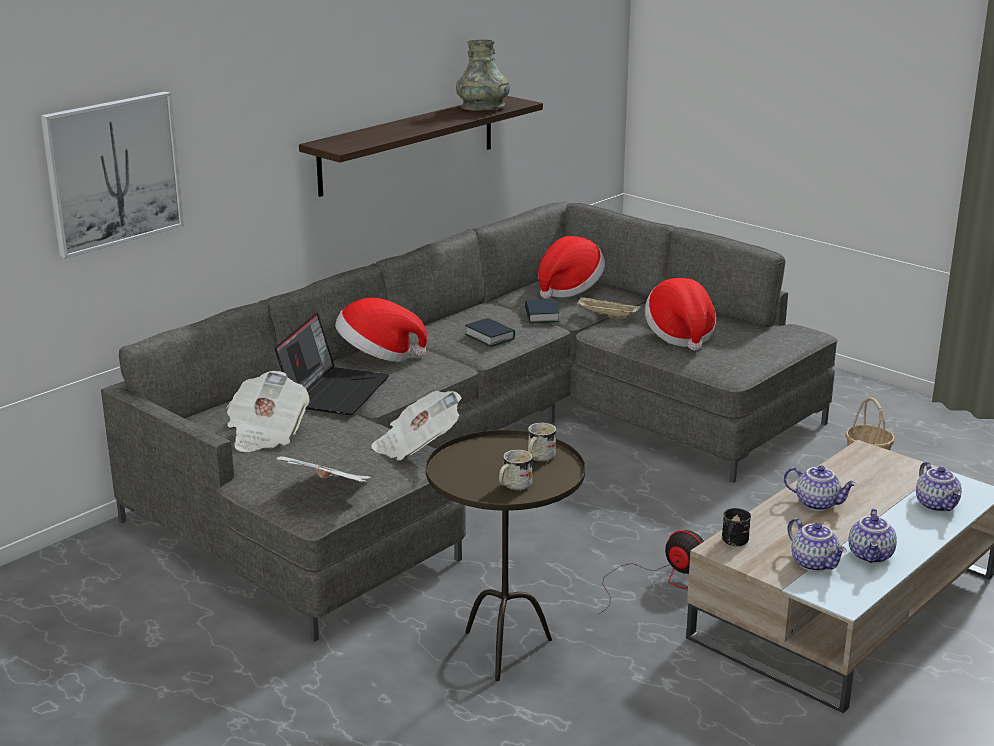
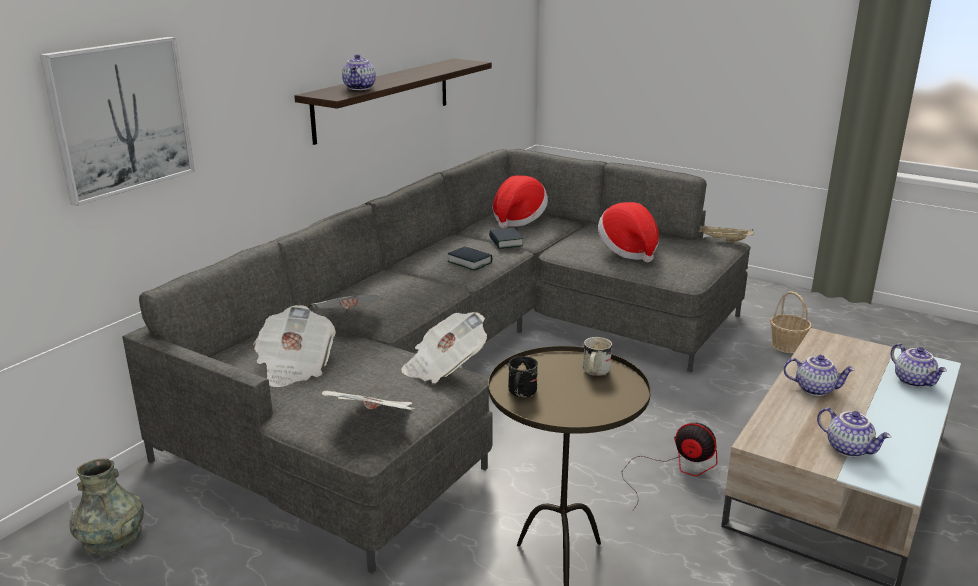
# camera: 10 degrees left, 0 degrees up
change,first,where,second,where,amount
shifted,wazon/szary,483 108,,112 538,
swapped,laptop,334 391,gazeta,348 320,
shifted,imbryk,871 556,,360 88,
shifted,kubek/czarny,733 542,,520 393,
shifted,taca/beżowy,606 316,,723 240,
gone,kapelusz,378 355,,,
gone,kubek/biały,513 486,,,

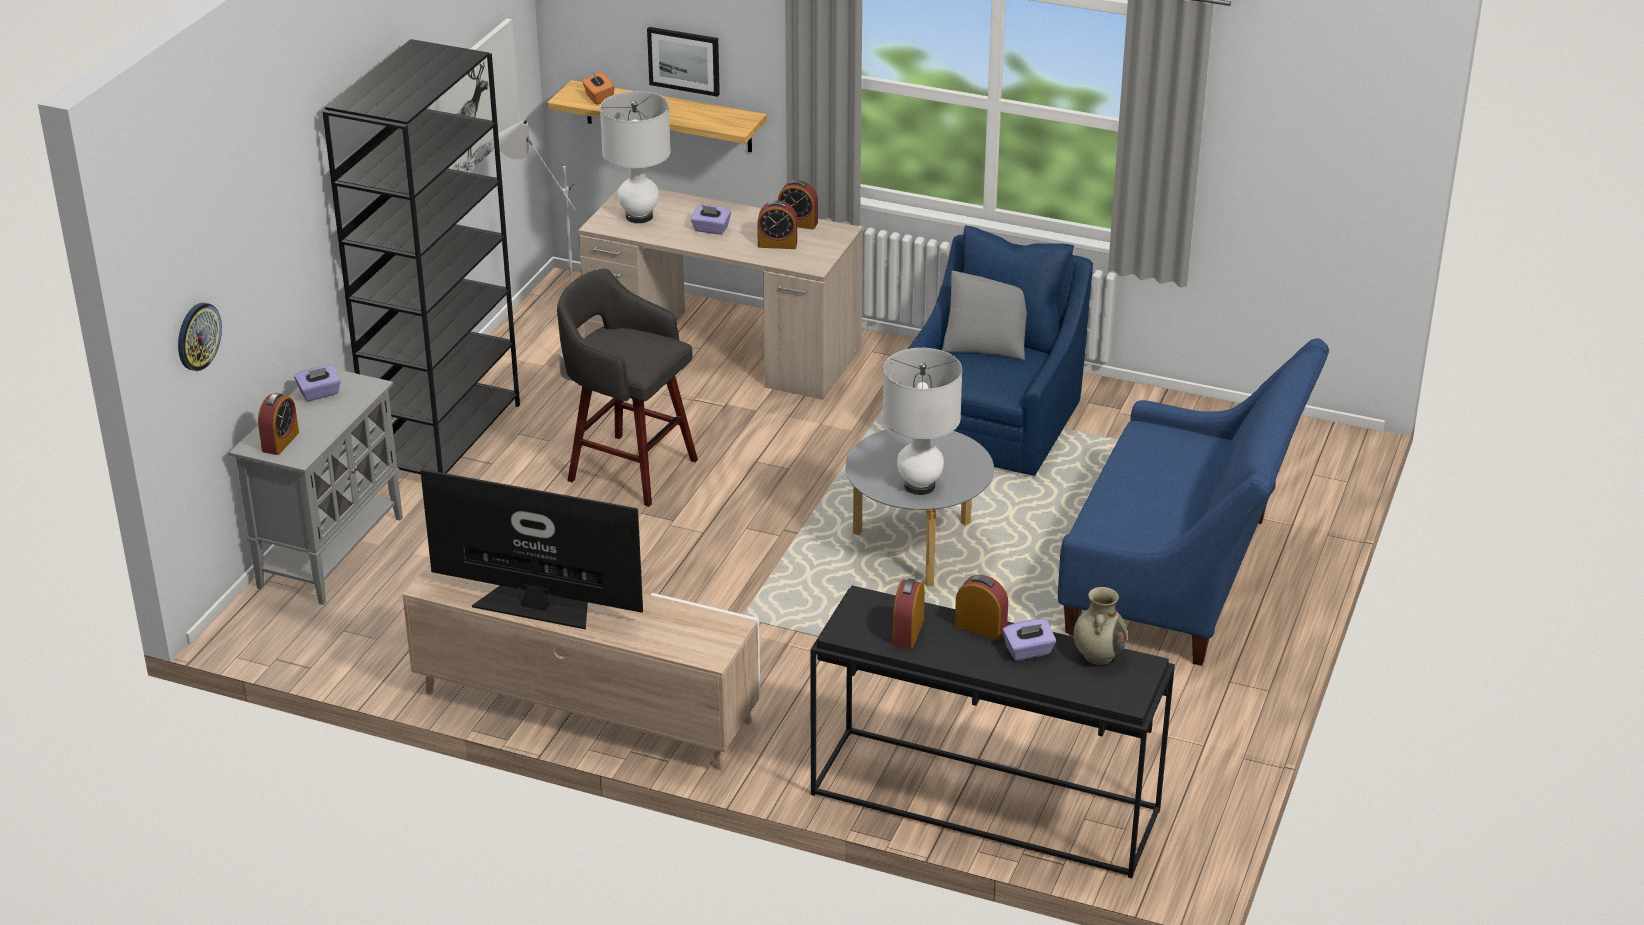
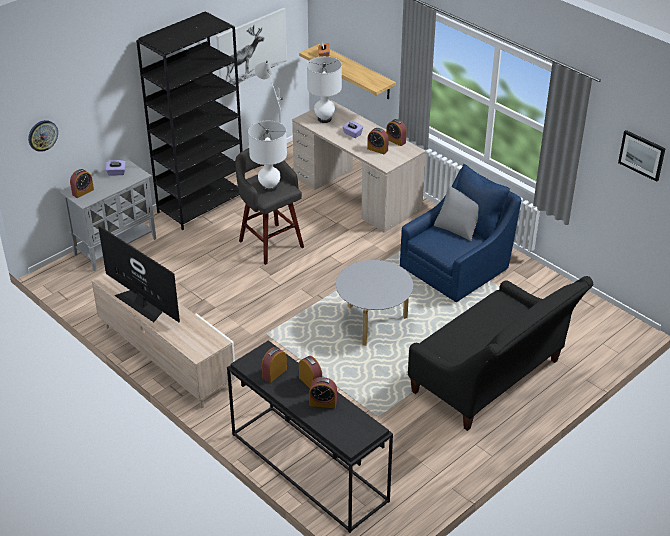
# camera: 25 degrees right, 5 degrees up
change,first,where,second,where,amount
shifted,lampa stołowa/biały,919 486,,269 187,
swapped,pudełko chusteczek/fioletowy,1028 651,budzik,323 403,
repainted,kanapa/niebieski,1183 579,kanapa/czarny,492 380,
shifted,obraz,684 60,,642 155,
gone,wazon/beżowy,1098 655,,,

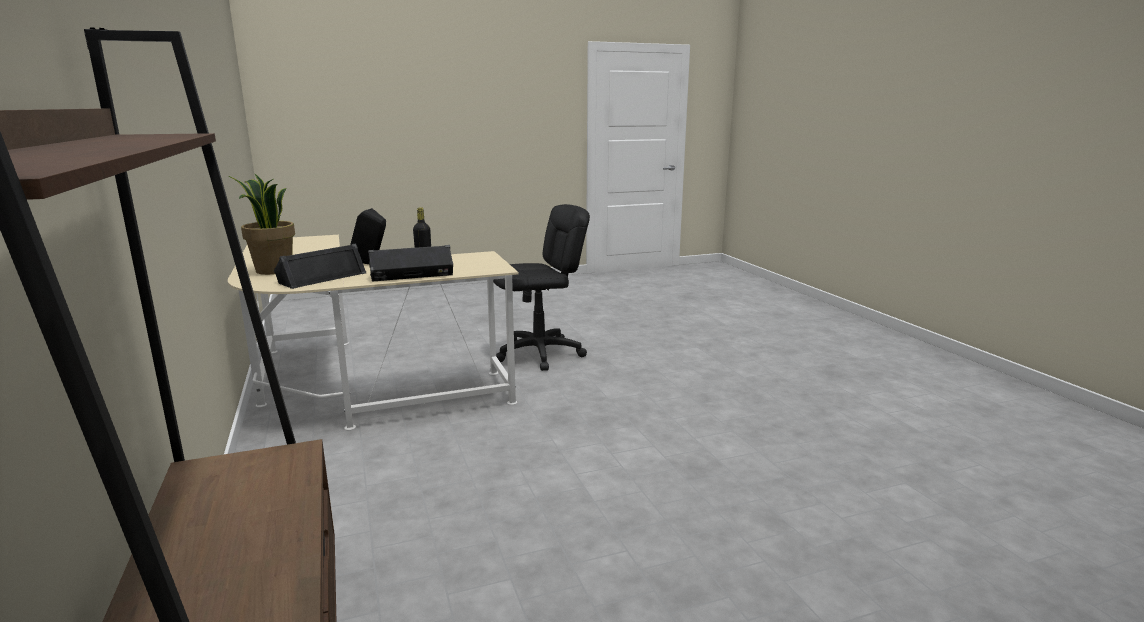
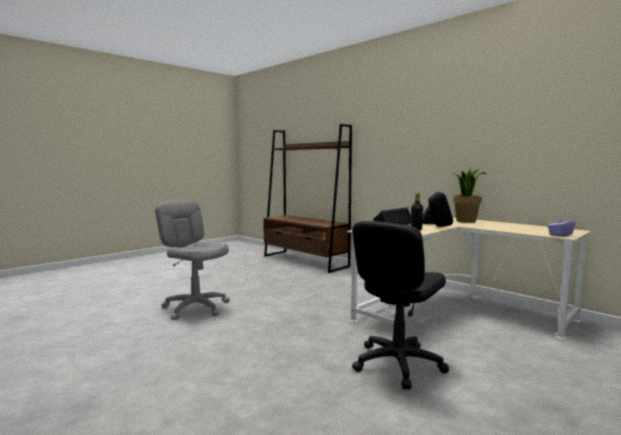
# camera: 155 degrees right, 10 degrees down
change,first,where,second,where,amount
new,,,krzesło biurowe/szary,196 308,
new,,,pudełko chusteczek/fioletowy,560 235,

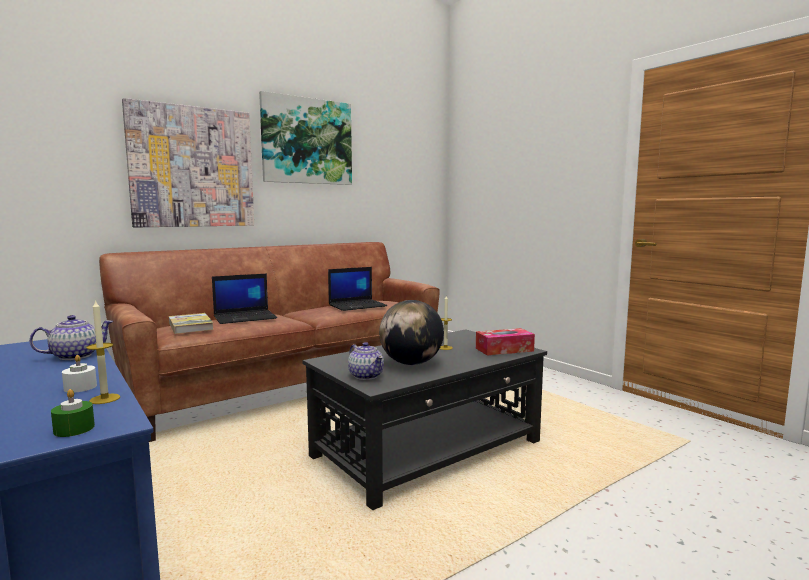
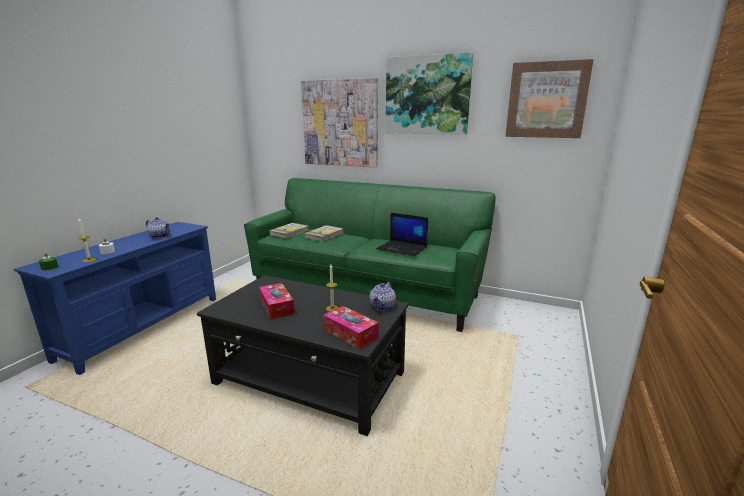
# camera: 60 degrees right, 10 degrees up
change,first,where,second,where,amount
repainted,kanapa/brązowy,289 387,kanapa/zielony,366 292,
swapped,globus,411 363,pudełko chusteczek,276 307,
swapped,laptop,245 317,książka,324 235,
shifted,imbryk,366 376,,382 306,
new,,,obraz,546 100,

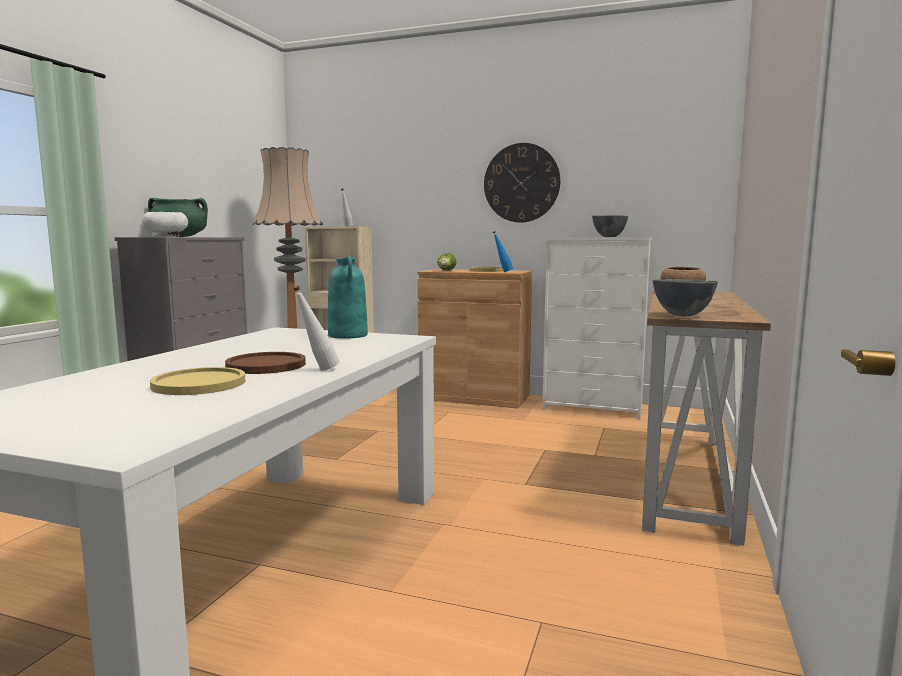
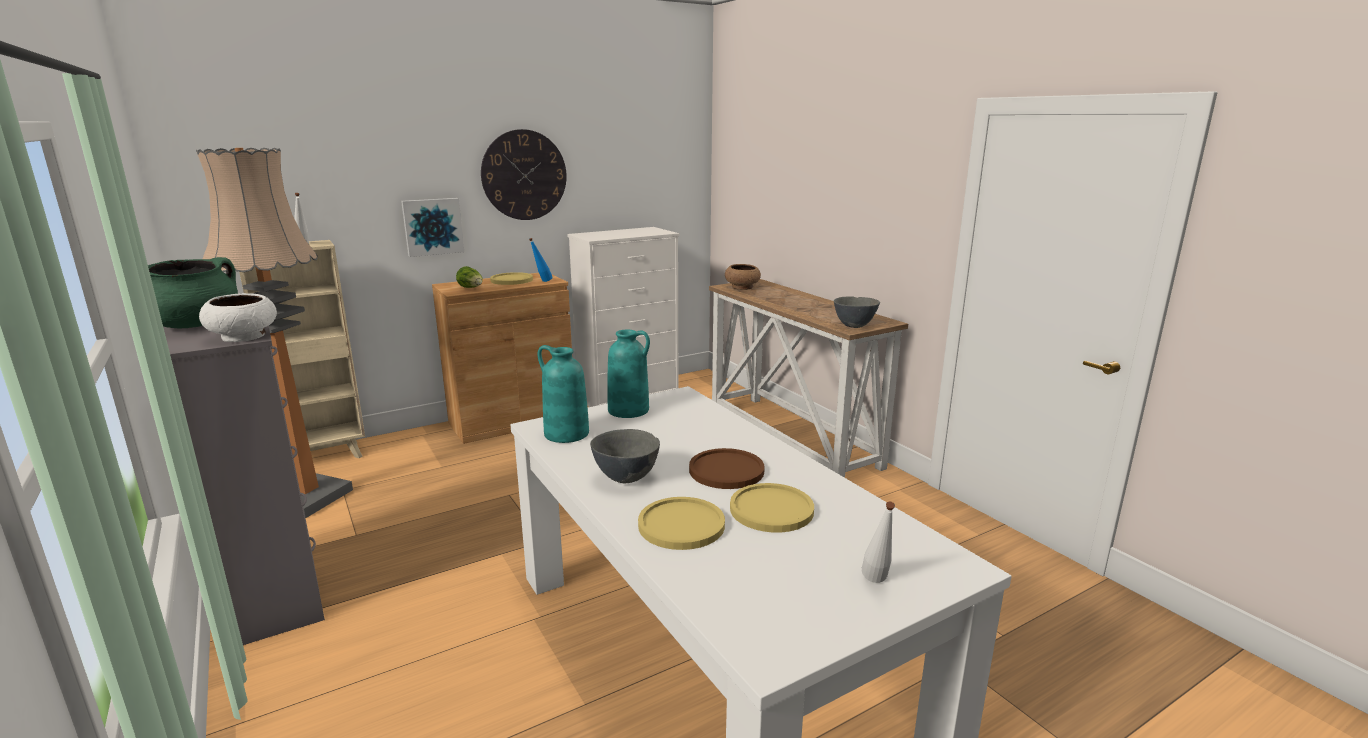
# camera: 50 degrees left, 10 degrees up
change,first,where,second,where,amount
new,,,obraz,432 226,
new,,,wazon/turkusowy,565 434,
shifted,miska/szary,609 237,,627 478,
new,,,talerz/żółty,681 525,
shifted,butelka/biały,318 370,,876 585,

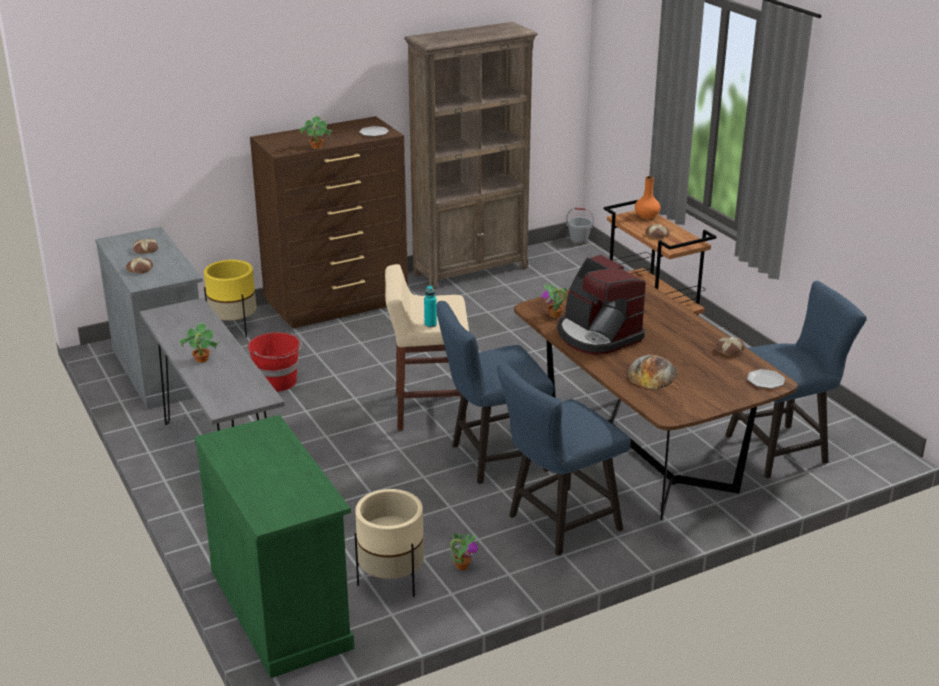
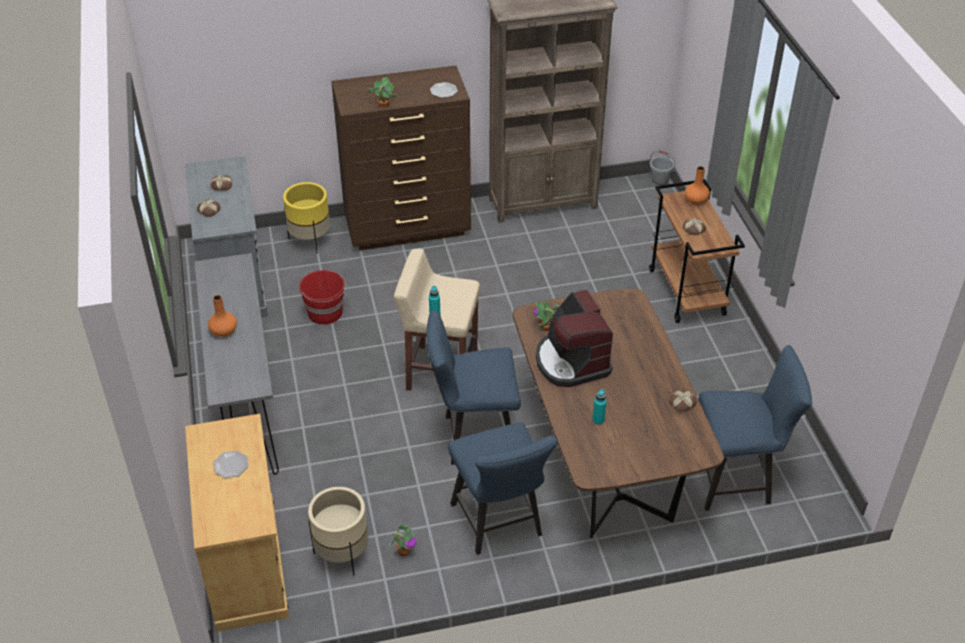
# camera: 15 degrees right, 15 degrees up
change,first,where,second,where,amount
repainted,szafka/zielony,280 608,szafka/beżowy,247 563,
swapped,roślina doniczkowa,201 360,wazon/pomarańczowy,223 331,
shifted,talerz,766 380,,231 465,
rotated,krzesło/niebieski,557 525,,500 524,90 degrees counterclockwise
swapped,chleb,652 374,butelka/turkusowy,598 420,

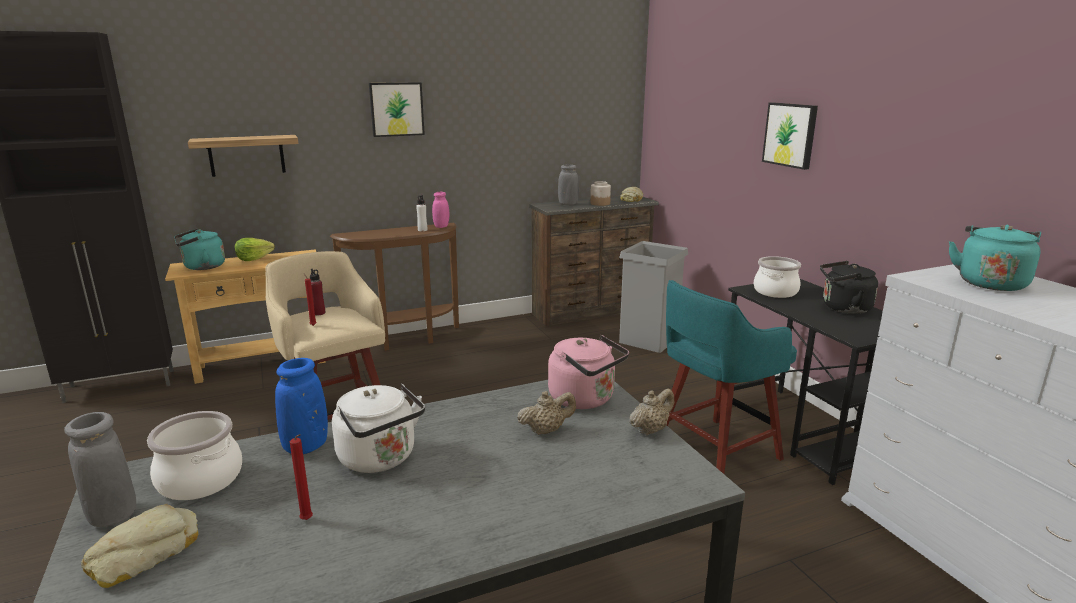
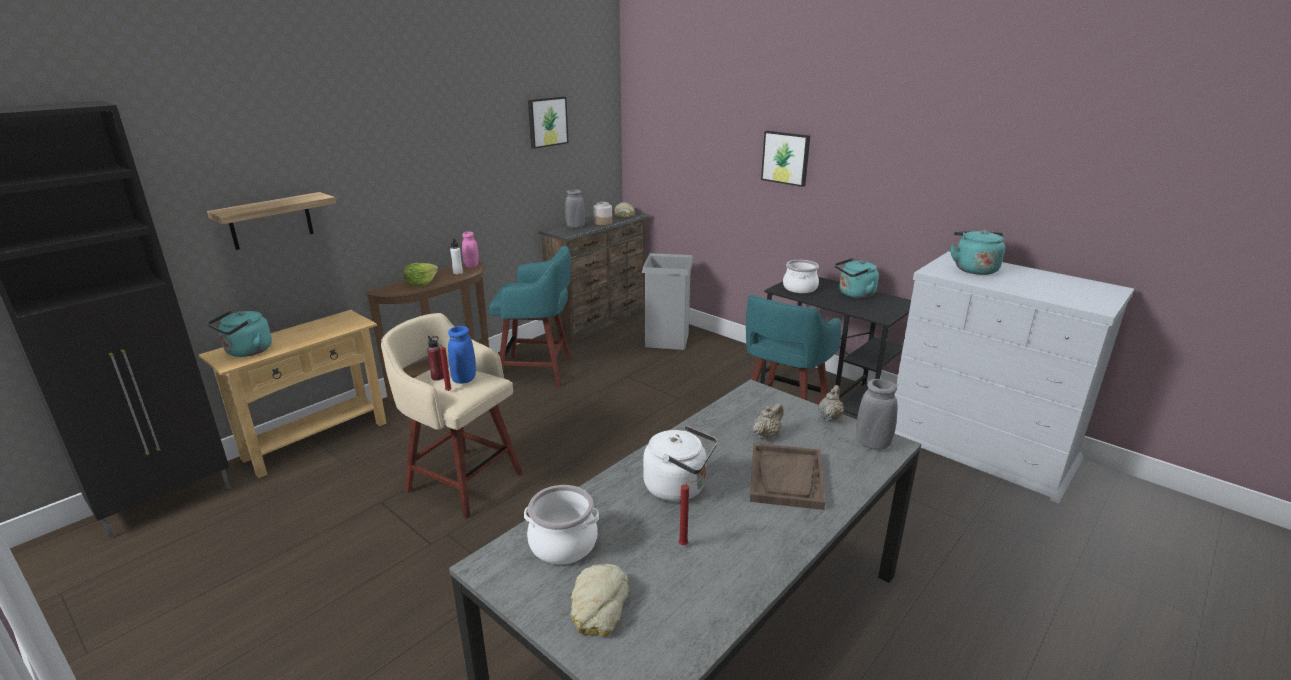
# camera: 25 degrees left, 5 degrees up
change,first,where,second,where,amount
shifted,sałata,254 259,,421 283,
shifted,wazon/niebieski,306 446,,464 379,
new,,,stołek/turkusowy,538 371,
shifted,obraz,396 109,,547 122,
new,,,taca/brązowy,786 478,
repainted,czajnik/czarny,843 308,czajnik/turkusowy,854 294,
shifted,wazon/szary,113 515,,872 444,
gone,czajnik/różowy,585 399,,,

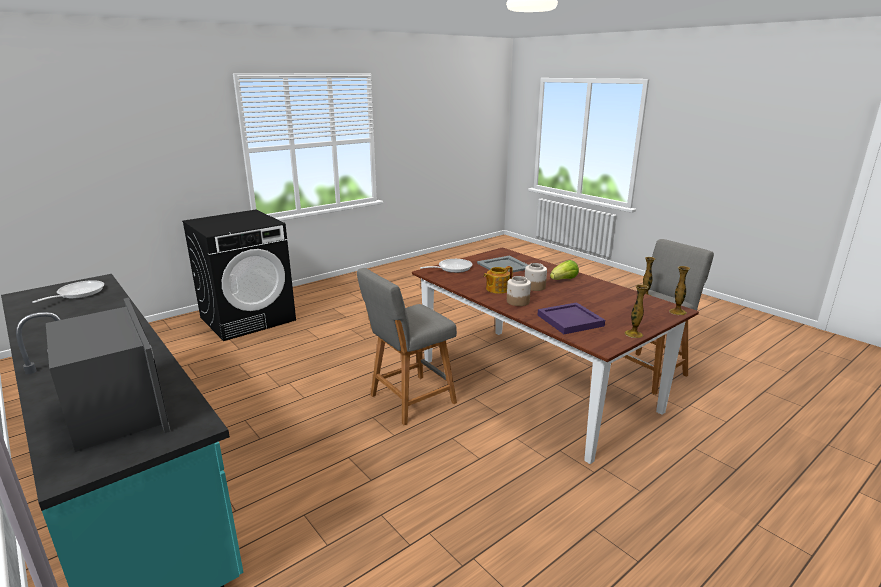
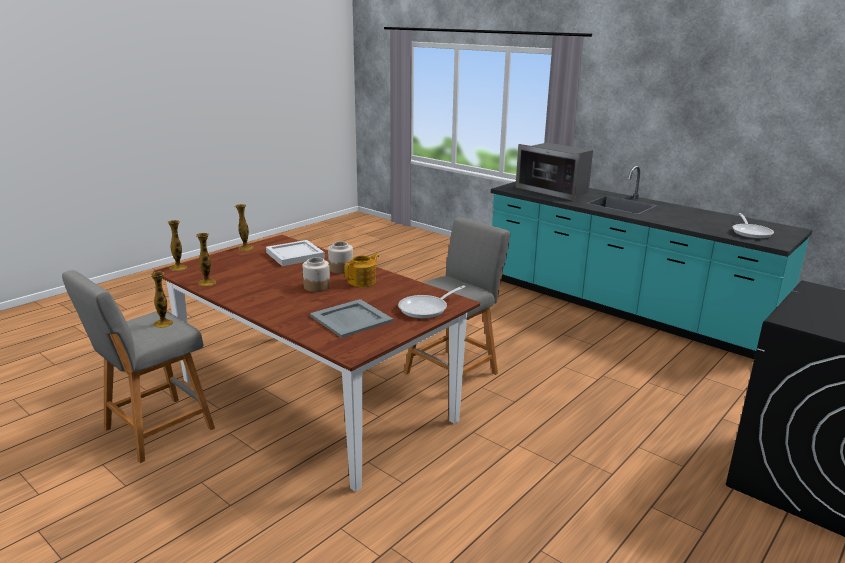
# camera: 170 degrees right, 0 degrees up
change,first,where,second,where,amount
new,,,wazon,206 282,
repainted,taca/fioletowy,570 321,taca/biały,295 255,
gone,sałata,564 280,,,

